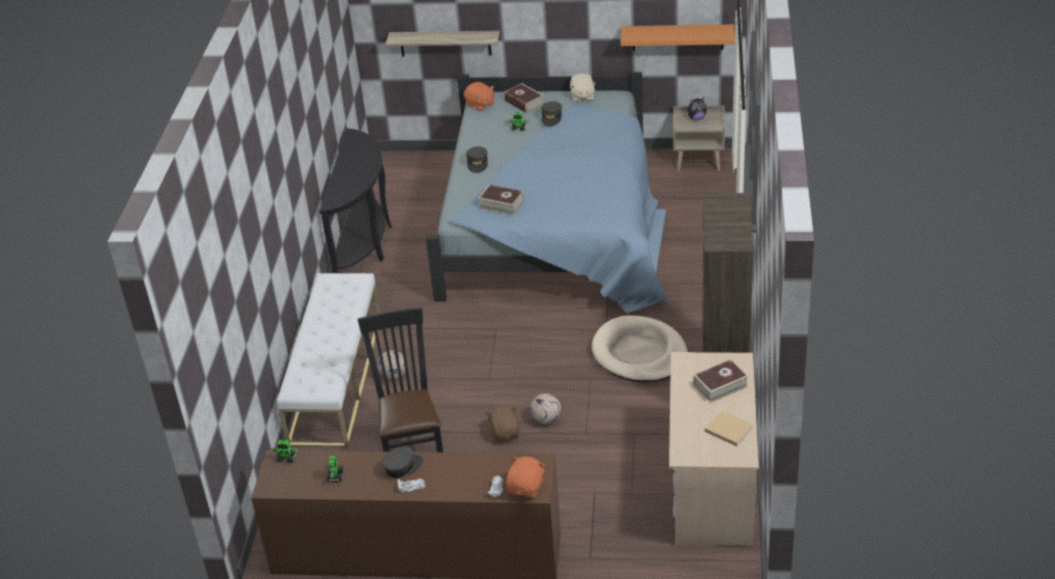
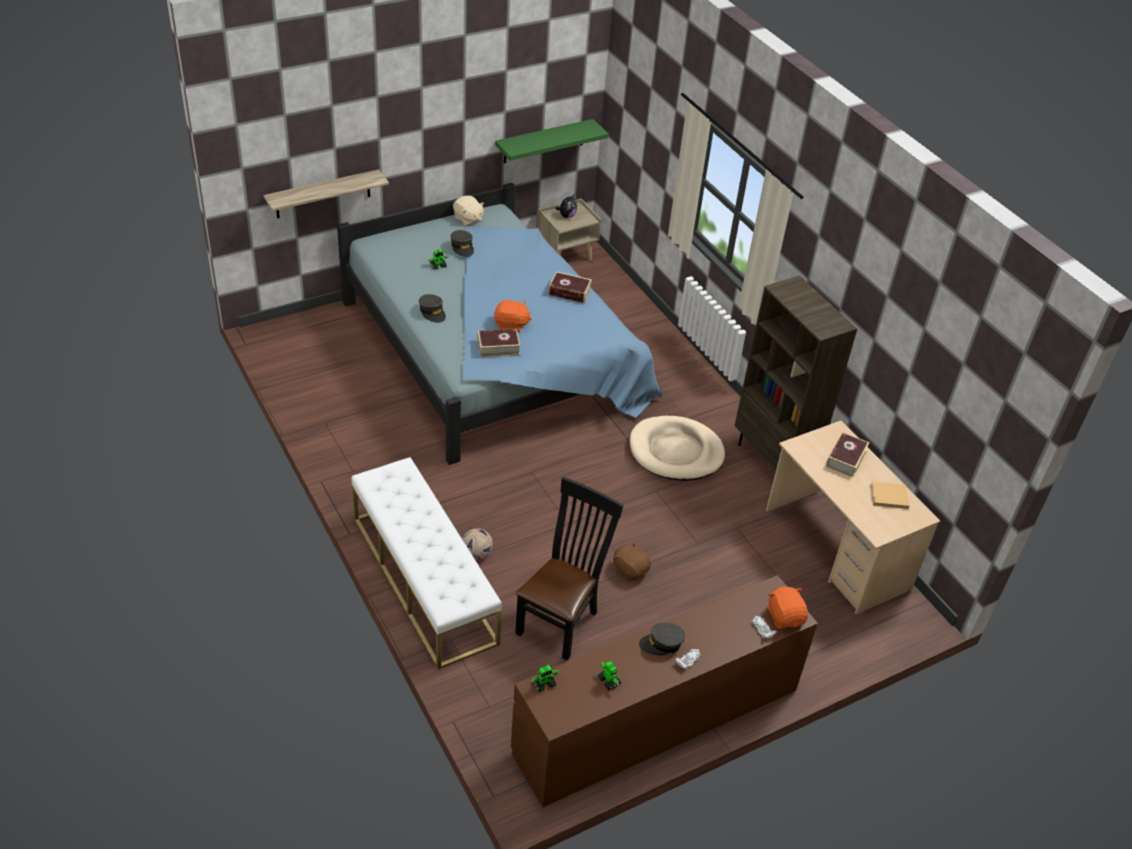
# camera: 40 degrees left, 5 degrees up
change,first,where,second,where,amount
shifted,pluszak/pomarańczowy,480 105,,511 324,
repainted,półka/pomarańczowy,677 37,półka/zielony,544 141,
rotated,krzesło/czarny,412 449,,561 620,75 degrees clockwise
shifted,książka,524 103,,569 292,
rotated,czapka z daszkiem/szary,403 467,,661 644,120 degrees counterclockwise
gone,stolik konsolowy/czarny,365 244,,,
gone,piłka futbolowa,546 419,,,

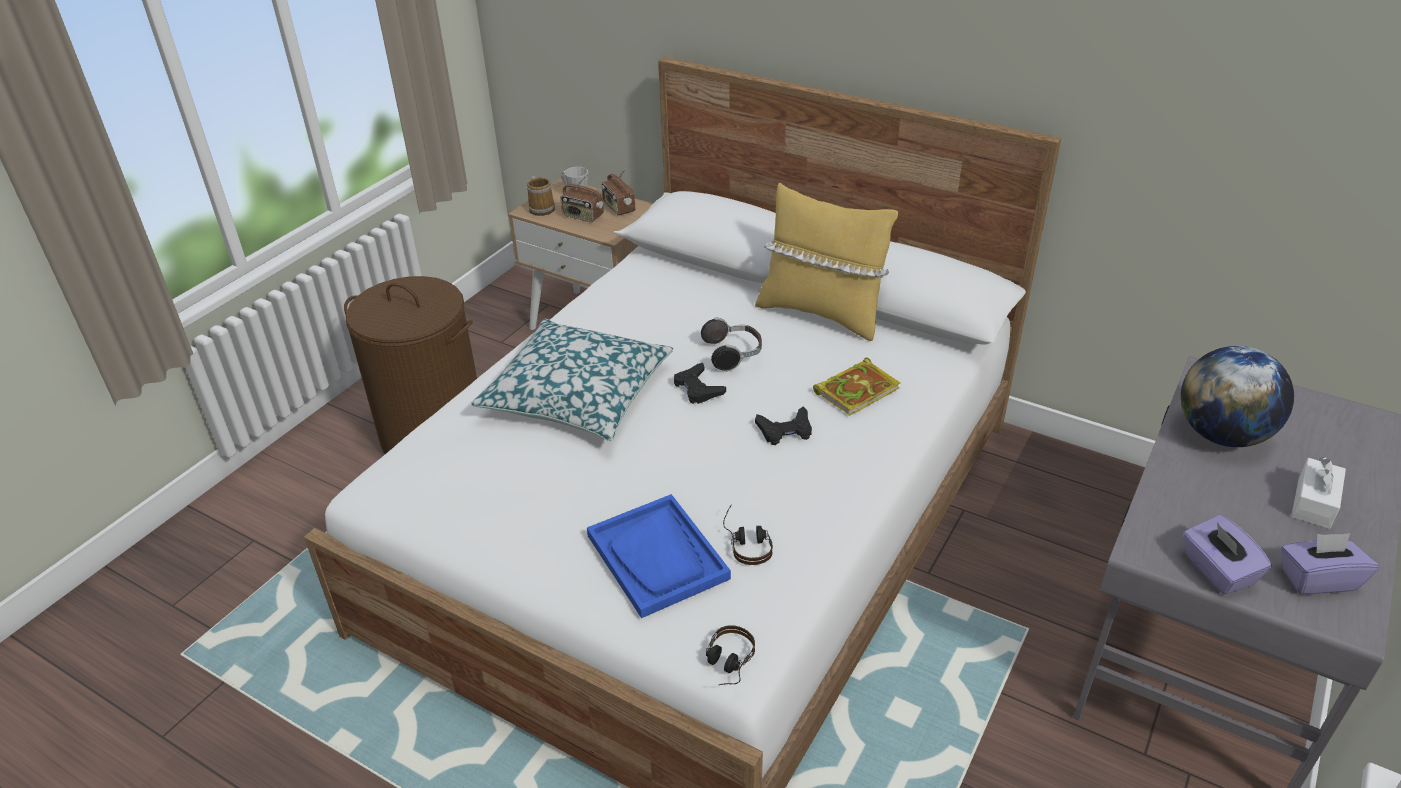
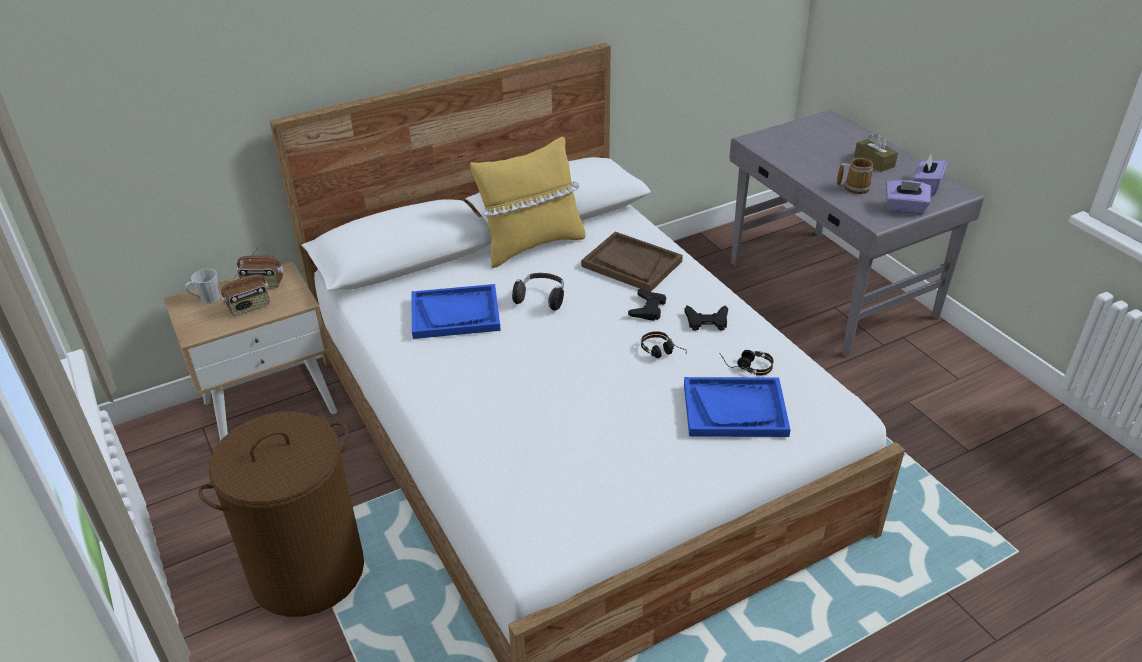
# camera: 60 degrees left, 0 degrees up
change,first,where,second,where,amount
new,,,taca/niebieski,455 314,
swapped,książka,857 389,taca/brązowy,631 264,
shifted,słuchawki,726 665,,663 353,
shifted,pad do gier/czarny,698 388,,707 321,
shifted,kubek,542 208,,854 187,
repainted,pudełko chusteczek/biały,1313 503,pudełko chusteczek/brązowy,874 162,
gone,poduszka,577 394,,,
gone,globus,1221 435,,,

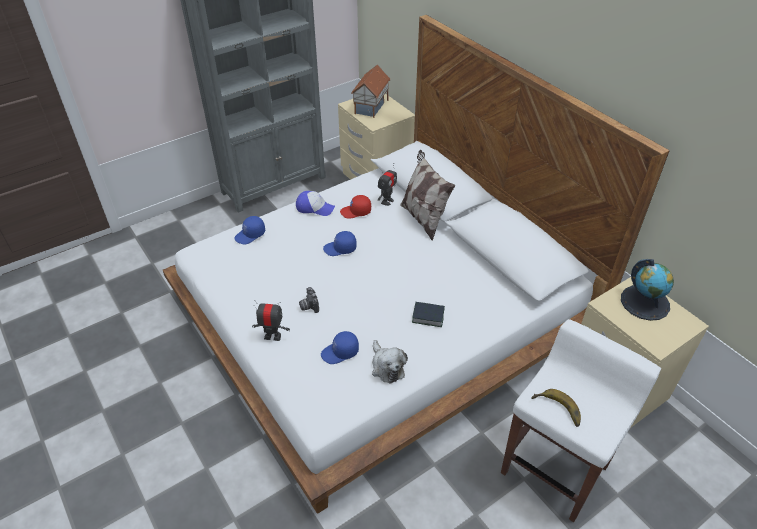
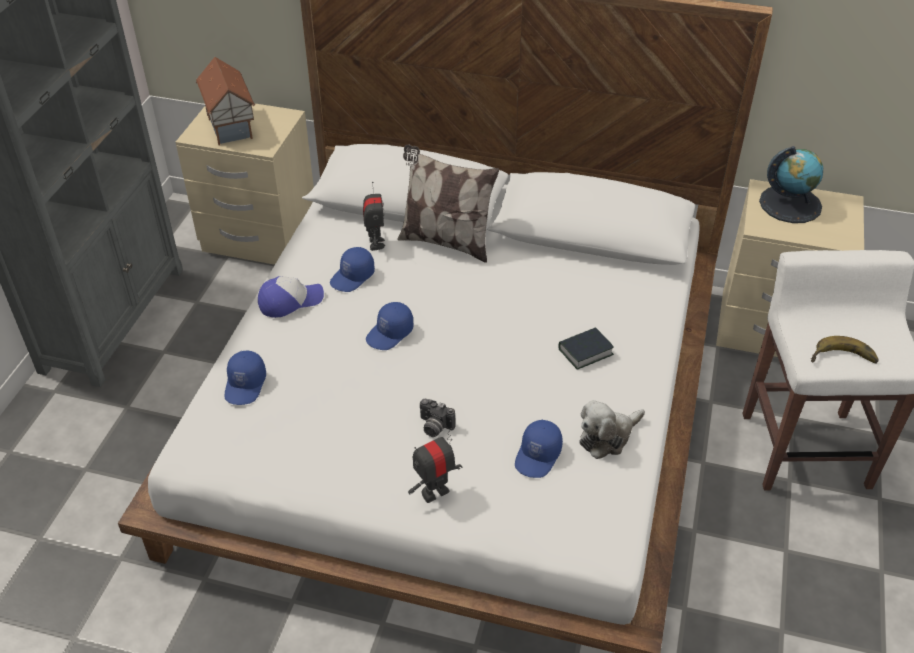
# camera: 40 degrees left, 0 degrees up
change,first,where,second,where,amount
repainted,czapka z daszkiem/czerwony,356 212,czapka z daszkiem/niebieski,353 277,
rotated,pluszak,386 367,,607 437,120 degrees clockwise

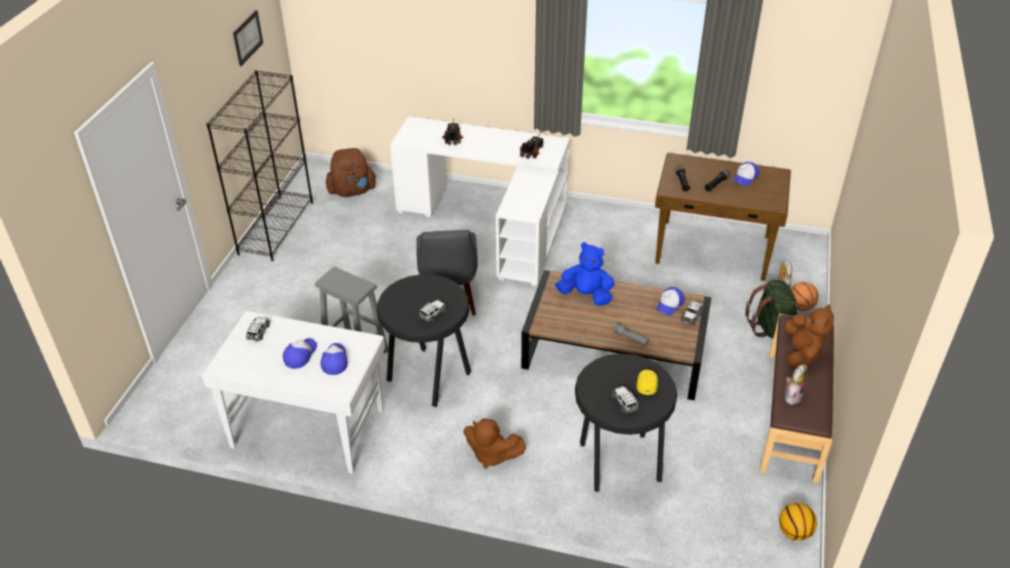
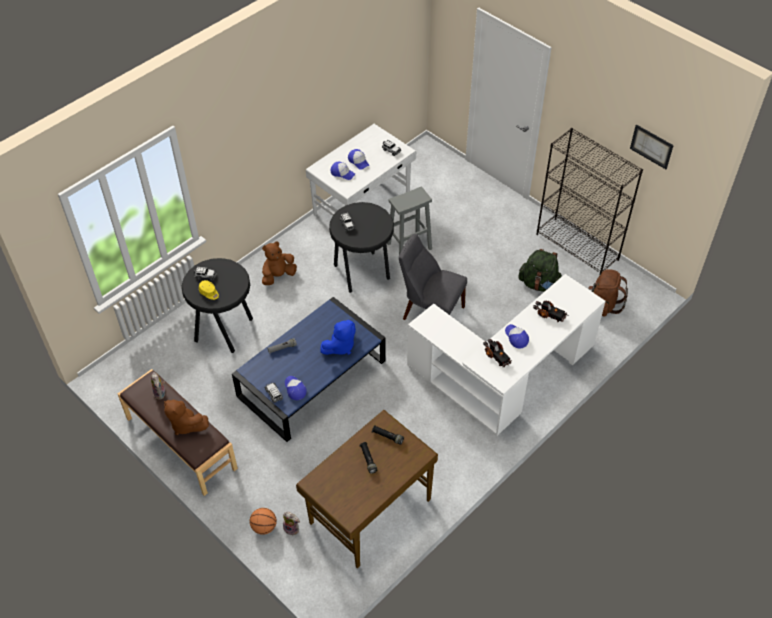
# camera: 120 degrees right, 10 degrees up
change,first,where,second,where,amount
repainted,ława/brązowy,615 350,ława/niebieski,312 379,
shifted,czapka z daszkiem,745 178,,516 337,
shifted,plecak/zielony,771 329,,539 284,
gone,piłka do koszykówki,794 532,,,

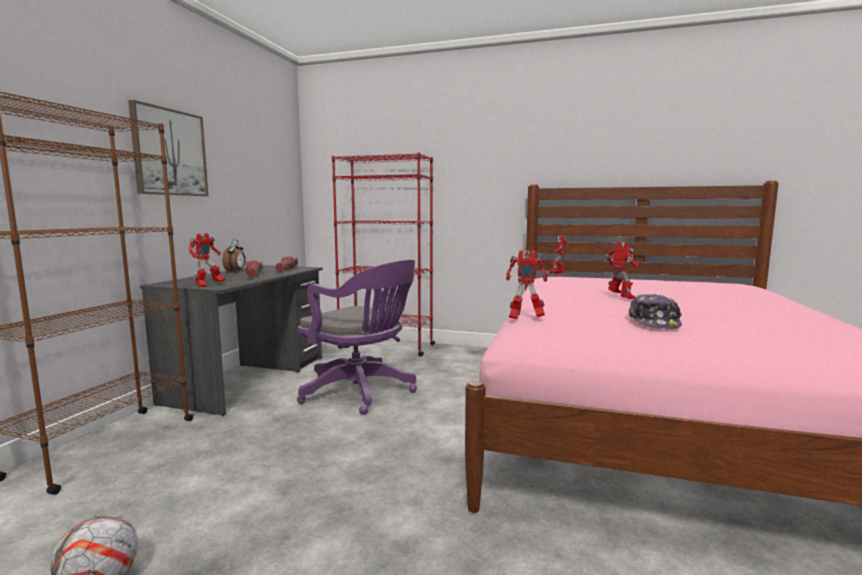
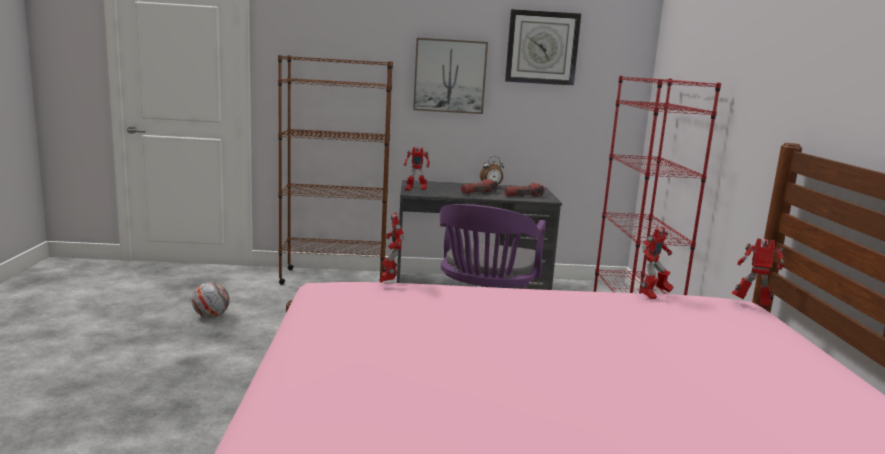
# camera: 70 degrees right, 5 degrees up
change,first,where,second,where,amount
new,,,zegar ścienny,542 48,
shifted,robot zabawkowy,621 298,,653 295,
gone,czapka z daszkiem,654 322,,,

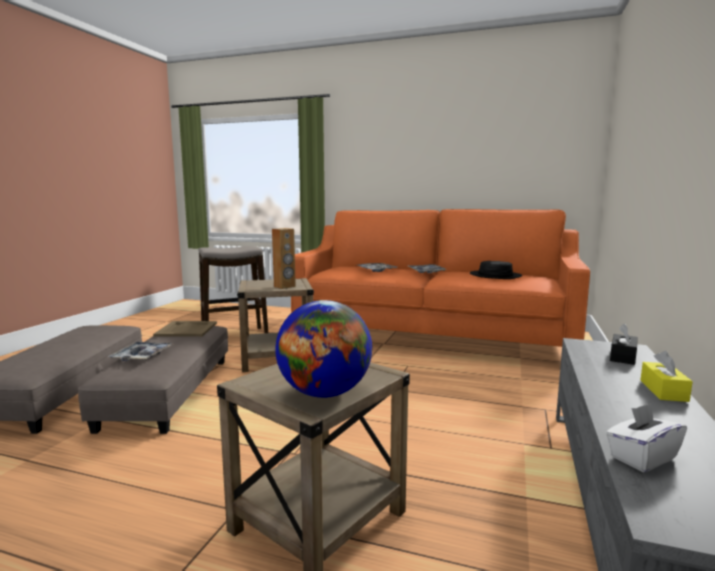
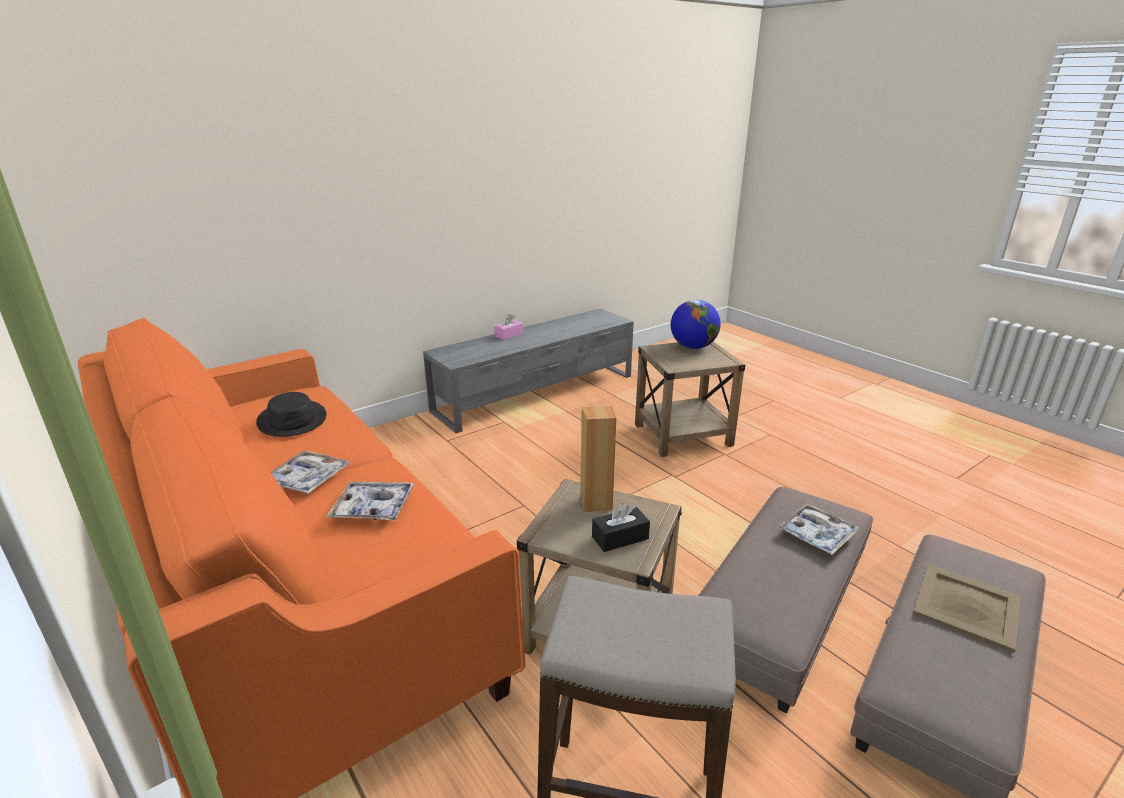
# camera: 145 degrees left, 15 degrees up
change,first,where,second,where,amount
repainted,pudełko chusteczek/żółty,663 390,pudełko chusteczek/różowy,509 335,
shifted,pudełko chusteczek/czarny,623 357,,620 538,
shifted,taca/beżowy,187 329,,966 606,
gone,pudełko chusteczek/biały,642 457,,,

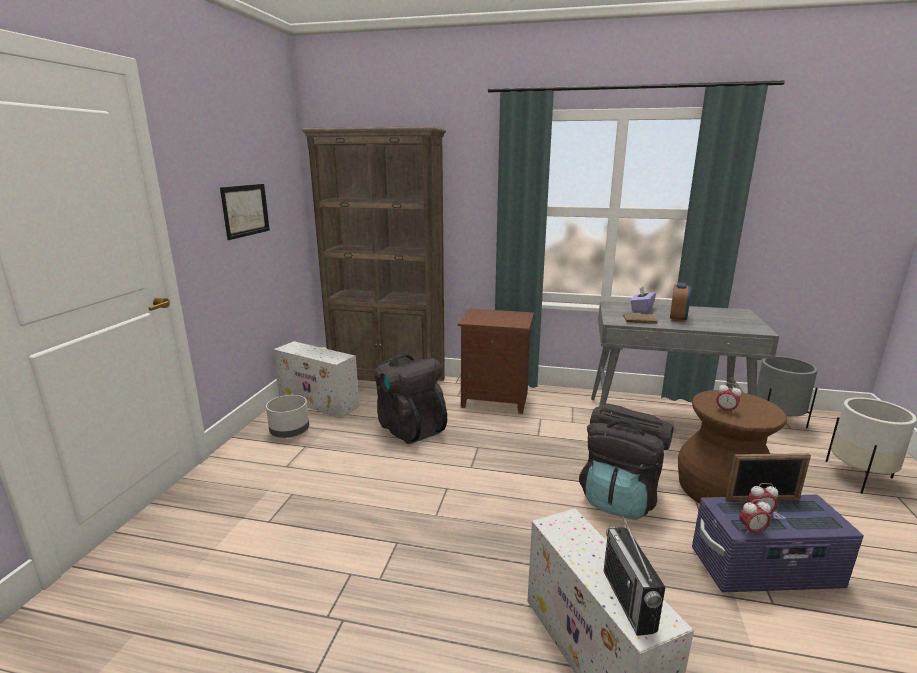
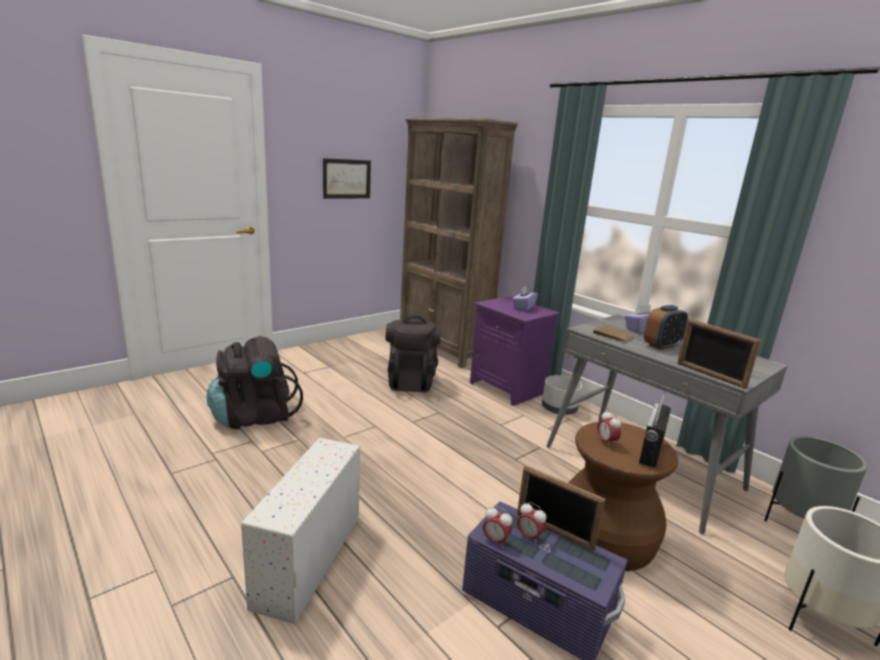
# camera: 35 degrees right, 0 degrees up
change,first,where,second,where,amount
shifted,plecak/czarny,620 497,,254 416,
repainted,szafka nocna/brązowy,496 399,szafka nocna/fioletowy,508 388,
new,,,pudełko chusteczek/fioletowy,523 308,
shifted,donica/szary,290 431,,559 409,
shifted,radio,628 600,,651 452,
new,,,ramka na zdjęcie,710 375,
gone,pojemnik do przechowywania/biały,319 403,,,

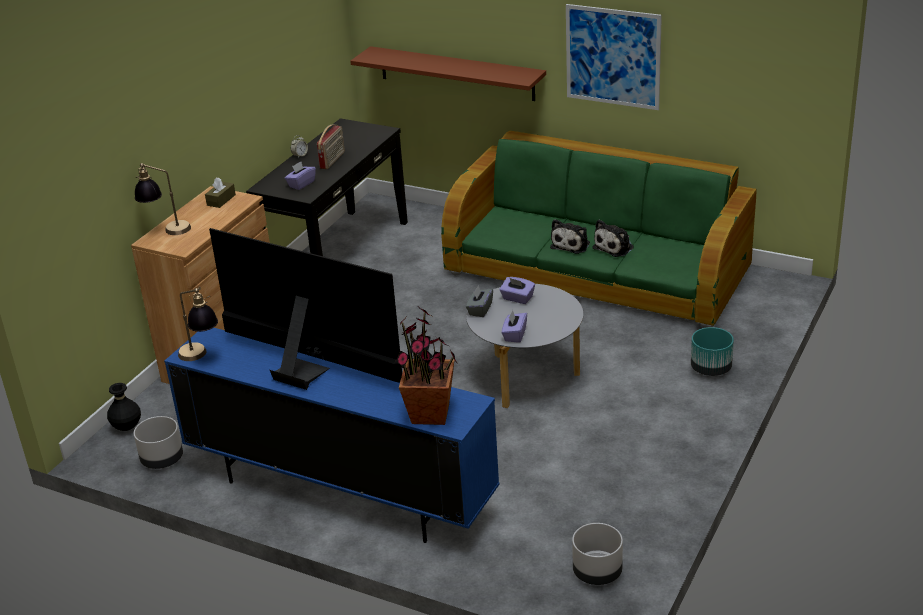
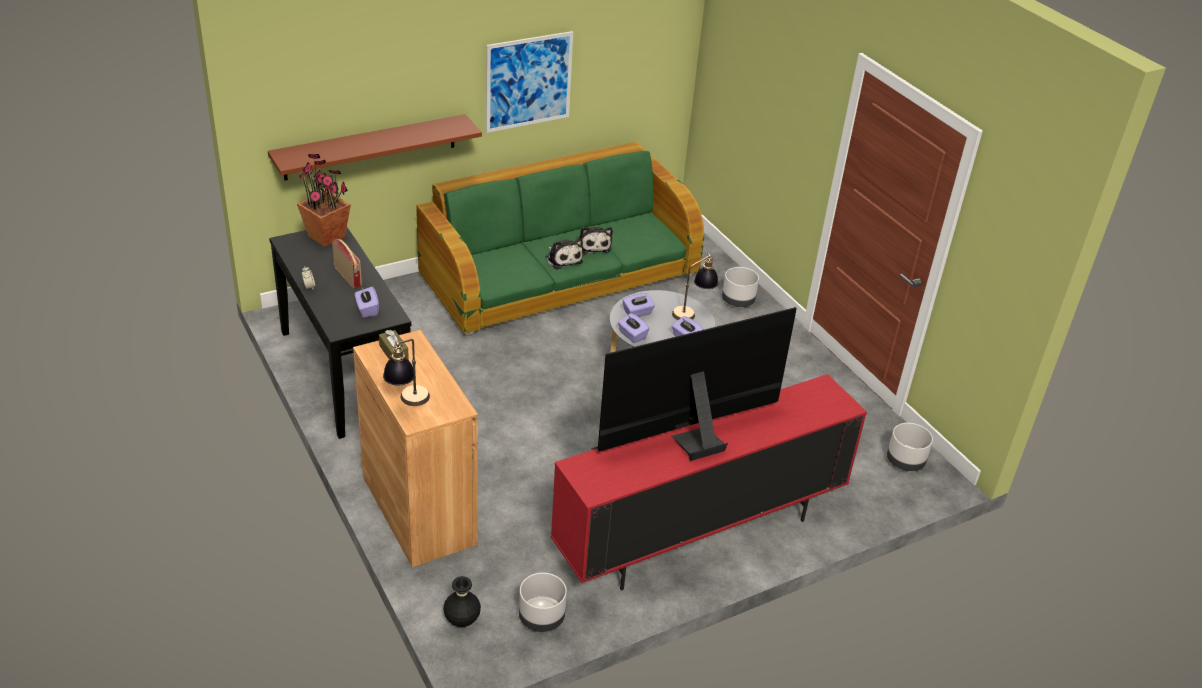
# camera: 60 degrees left, 5 degrees up
change,first,where,second,where,amount
shifted,roślina doniczkowa,430 414,,327 237,
repainted,szafka pod telewizor/niebieski,338 493,szafka pod telewizor/czerwony,699 536,
repainted,pudełko chusteczek/szary,480 310,pudełko chusteczek/fioletowy,632 335,
shifted,lampa stołowa,201 356,,693 313,
repainted,donica/turkusowy,711 369,donica/szary,738 301,

